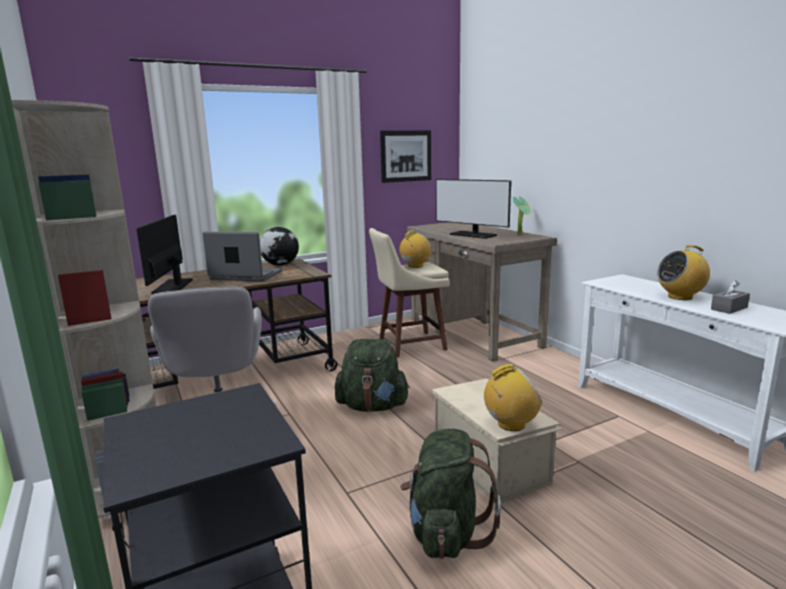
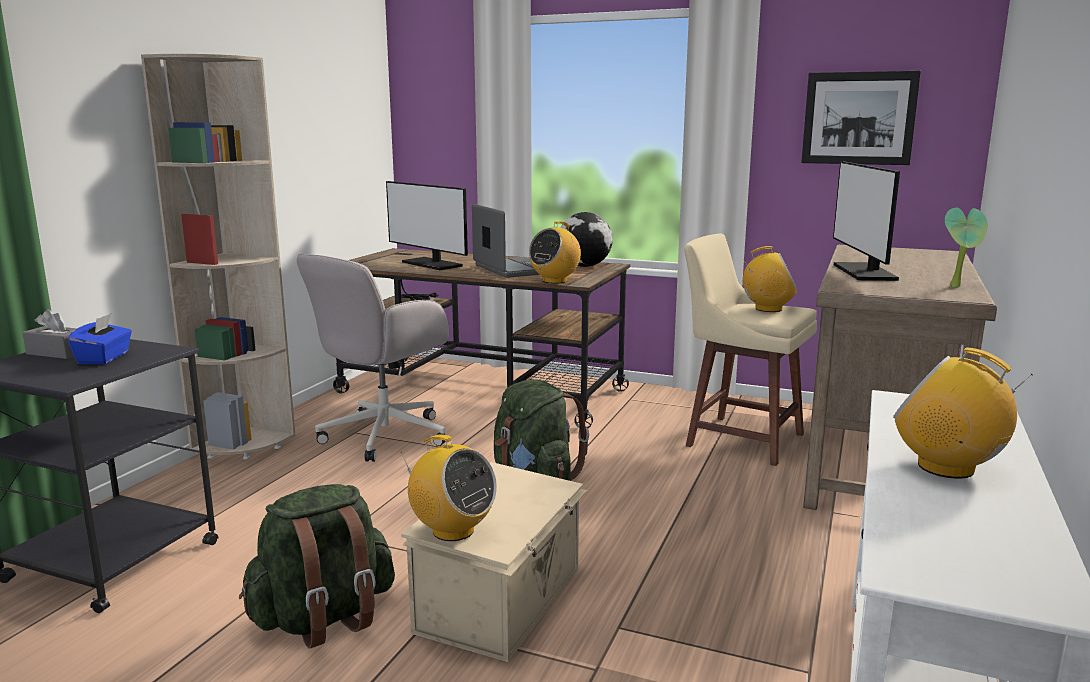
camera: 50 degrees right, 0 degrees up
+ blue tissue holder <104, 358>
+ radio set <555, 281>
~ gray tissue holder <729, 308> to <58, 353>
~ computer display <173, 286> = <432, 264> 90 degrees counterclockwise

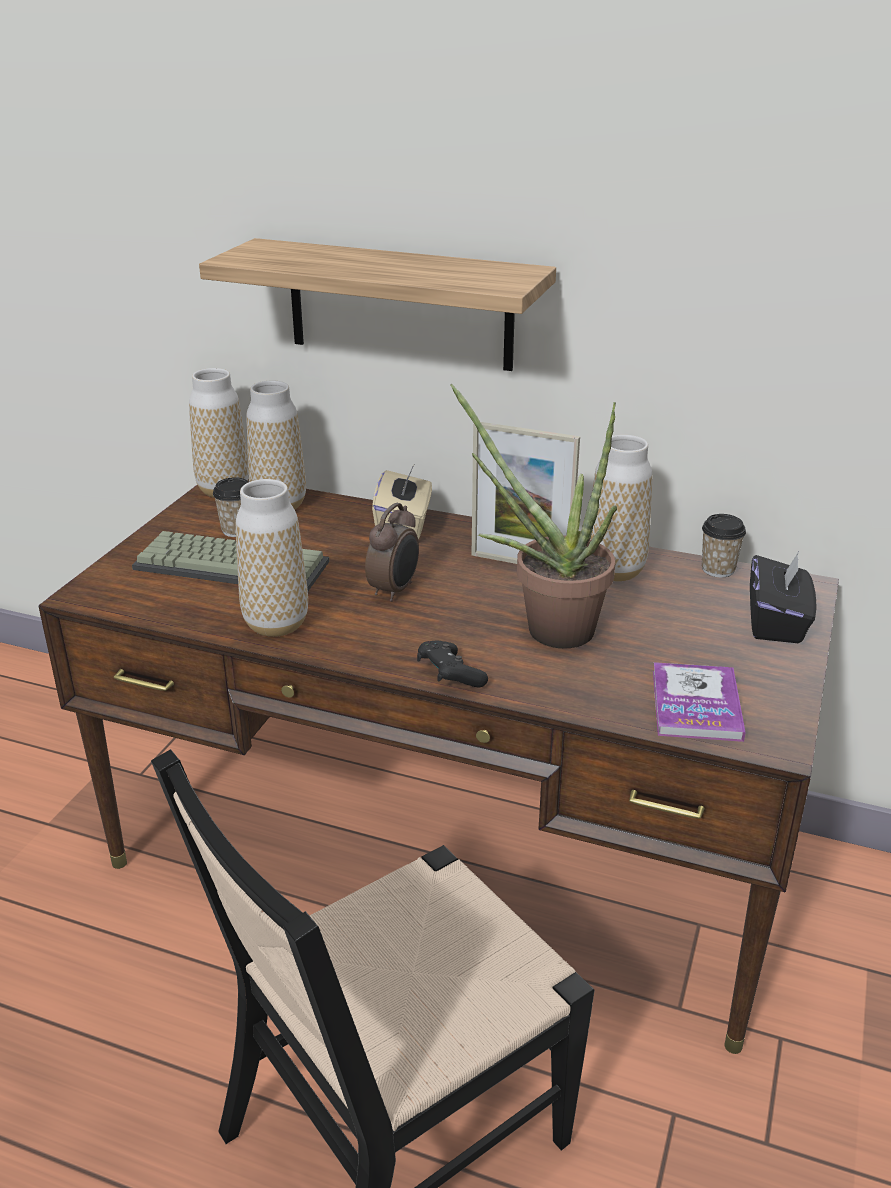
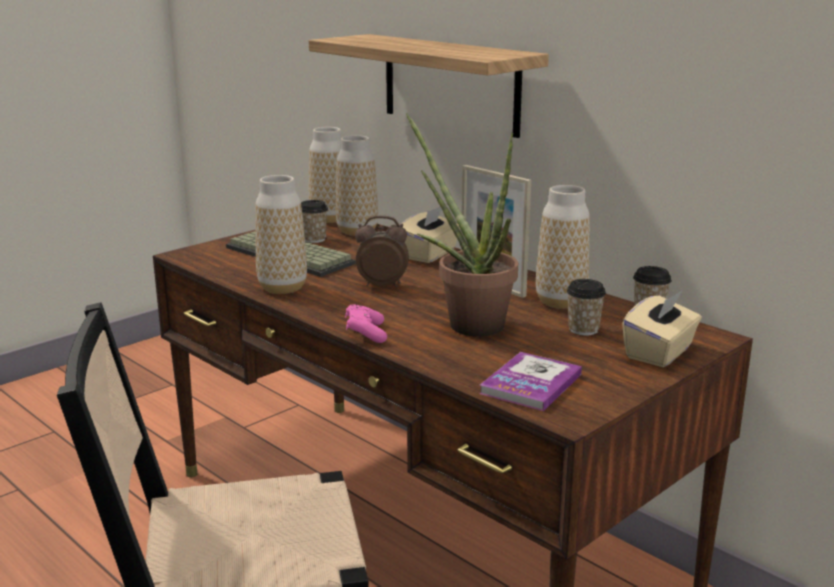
camera: 25 degrees right, 10 degrees down
+ small cup <583, 330>
~ black-coloured game controller <449, 676> to pink game controller <365, 334>
~ black-coloured tissue holder <776, 622> to beige tissue holder <660, 353>
~ table clock <395, 590> = <382, 285> 135 degrees counterclockwise

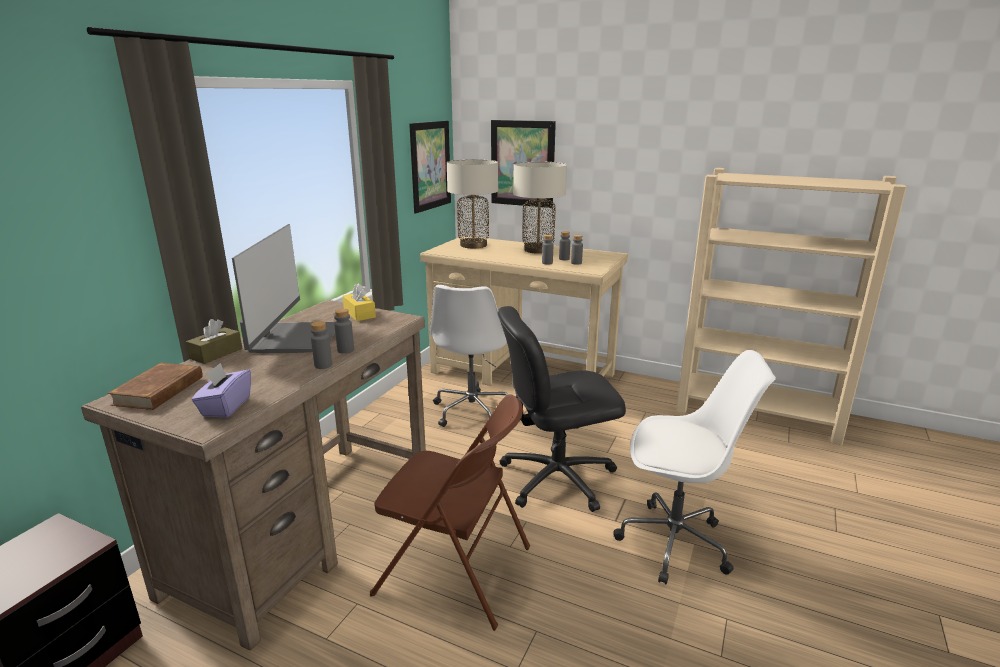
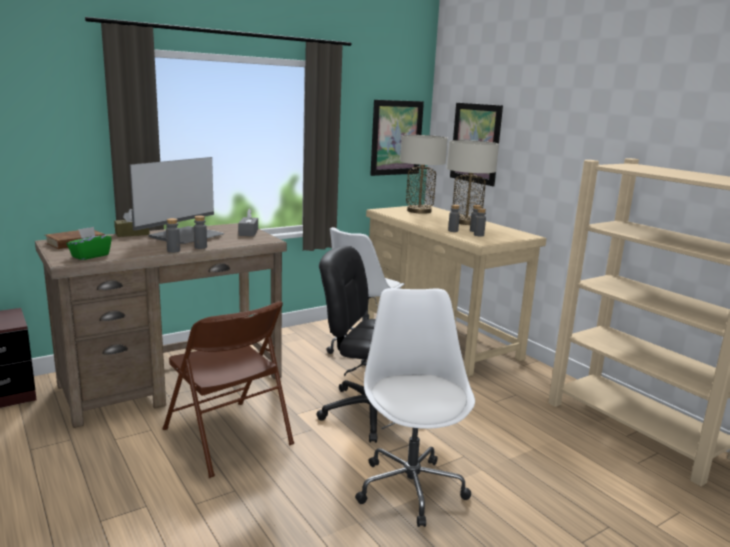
camera: 30 degrees right, 5 degrees down
~ purple tissue holder <225, 407> to green-coloured tissue holder <90, 256>
~ yellowish tissue holder <359, 314> to gray tissue holder <248, 232>
~ whitish desk chair <676, 543> = <410, 487> 135 degrees counterclockwise

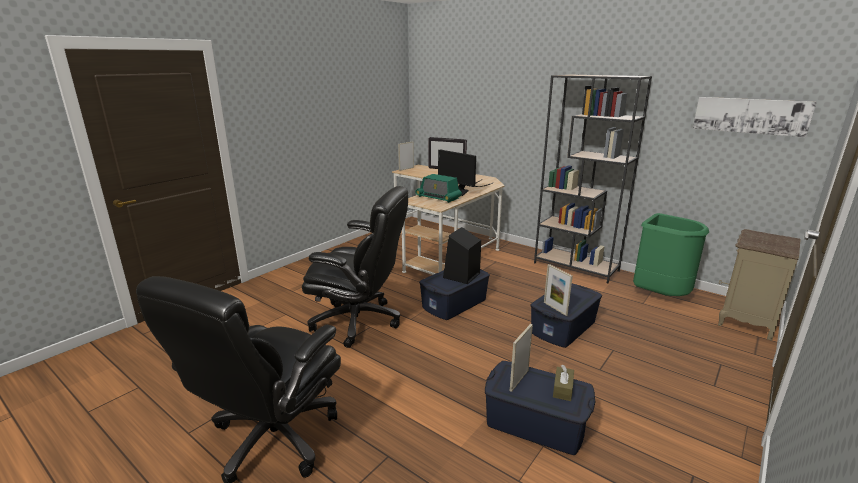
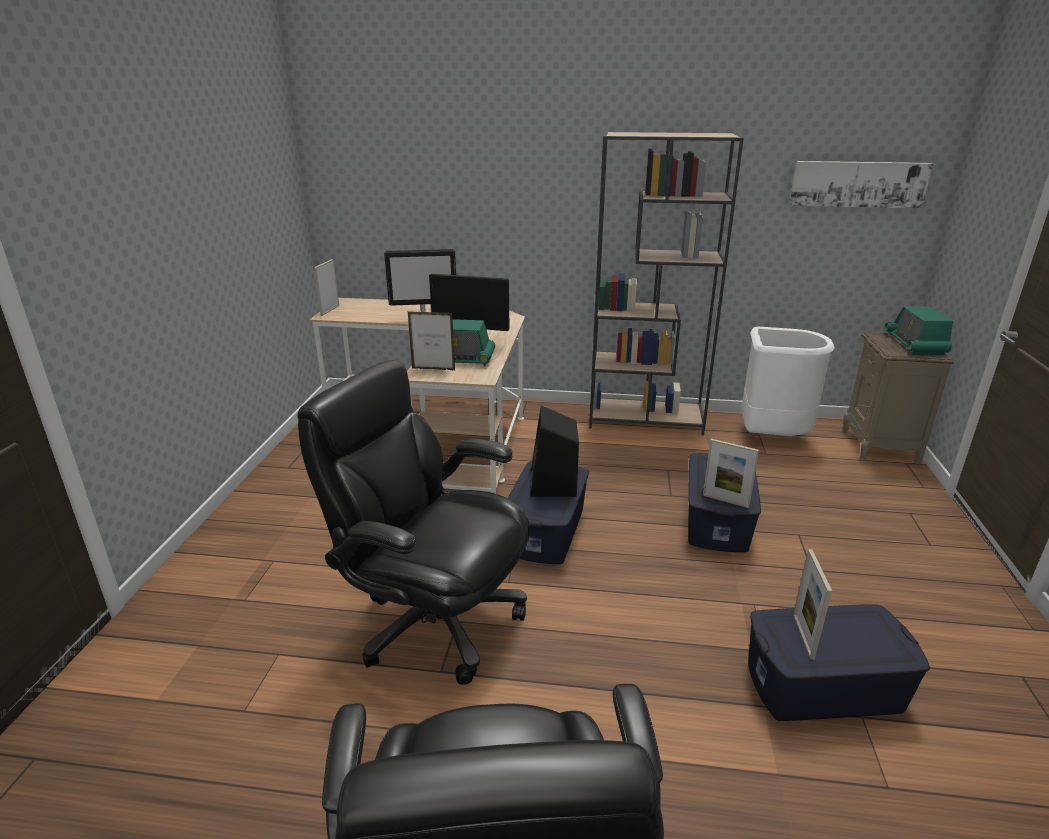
camera: 30 degrees left, 5 degrees up
- brown tissue holder <562, 389>
+ standing frame <433, 369>
+ radio set <915, 344>
~ green-coloured rubbish bin <659, 295> to whitish rubbish bin <771, 436>
~ black-coloured desk chair <360, 323> = <434, 620> 135 degrees counterclockwise

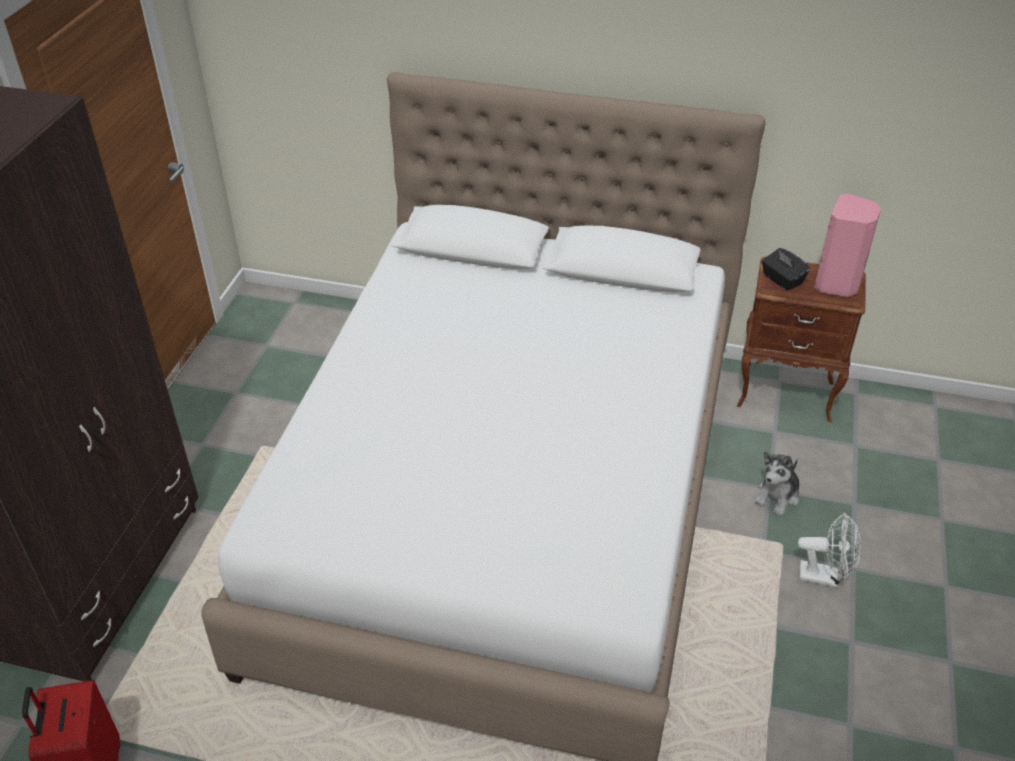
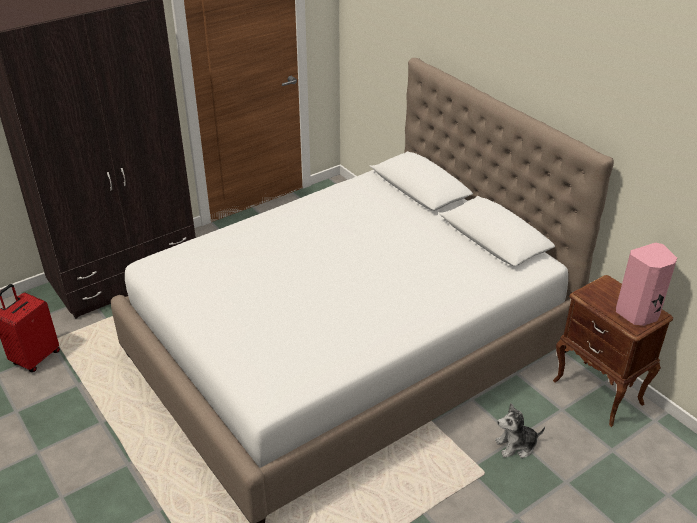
camera: 40 degrees right, 5 degrees down
- black-coloured tissue holder <782, 280>
- whitish electric fan <825, 576>

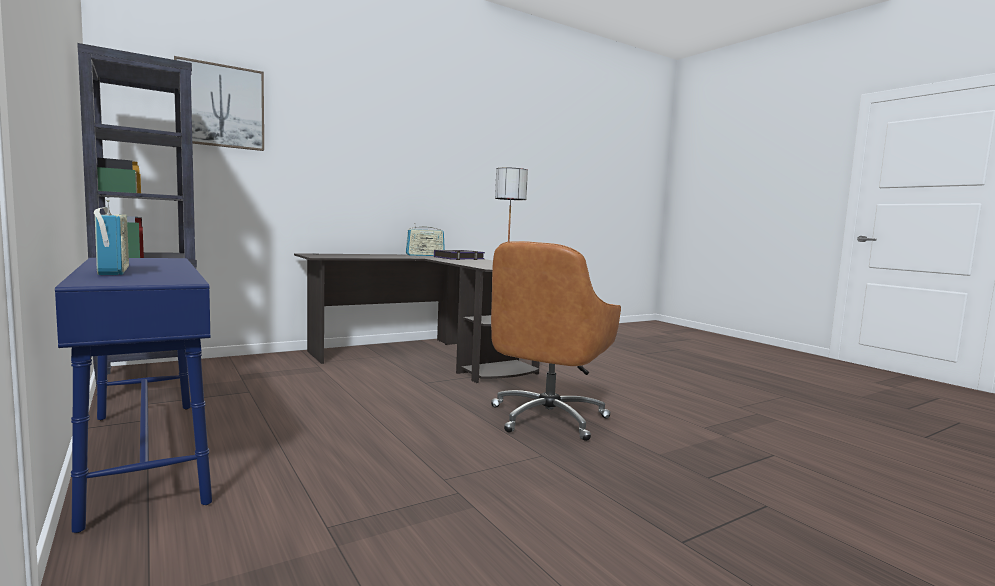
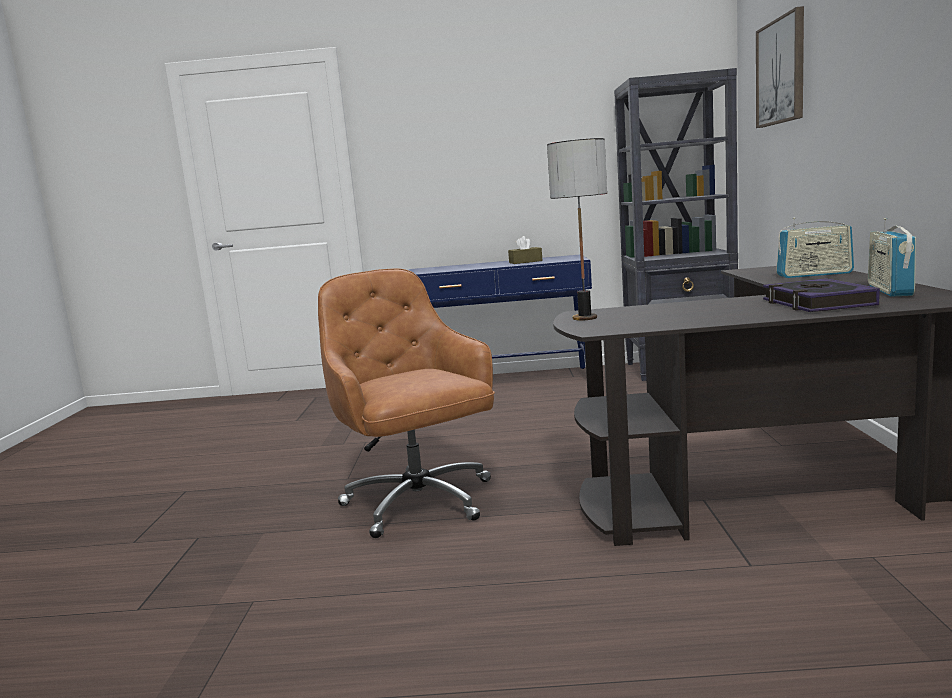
camera: 125 degrees right, 5 degrees up
+ brown tissue holder <525, 262>
~ radio set <113, 271> to <814, 274>

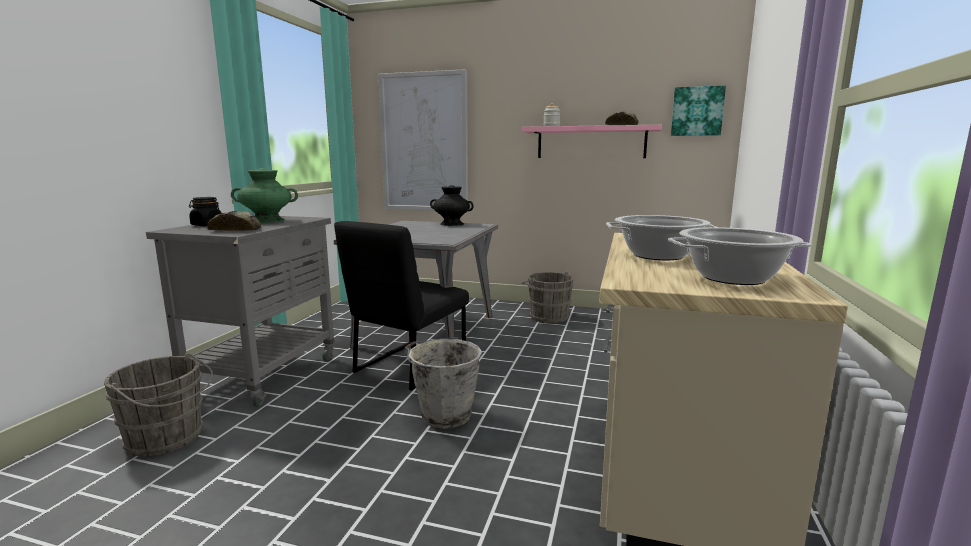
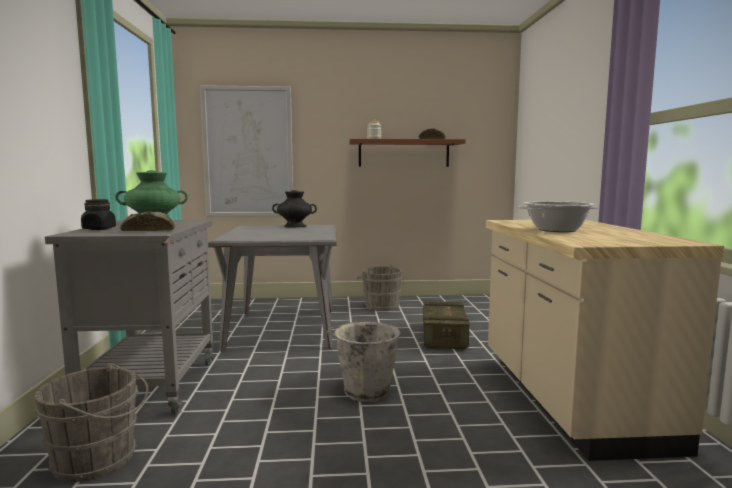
camera: 20 degrees left, 5 degrees down
- black-coloured plain chair <408, 365>
- stockpot <733, 278>
- wall picture <697, 111>
+ shipping crate <444, 336>
~ pink wall shelf <591, 142> to brown wall shelf <404, 153>

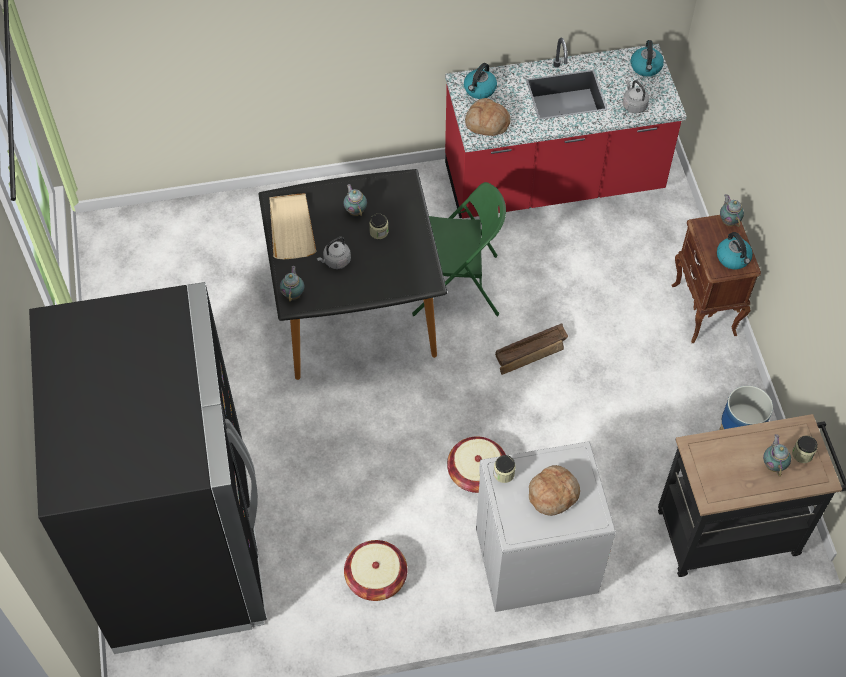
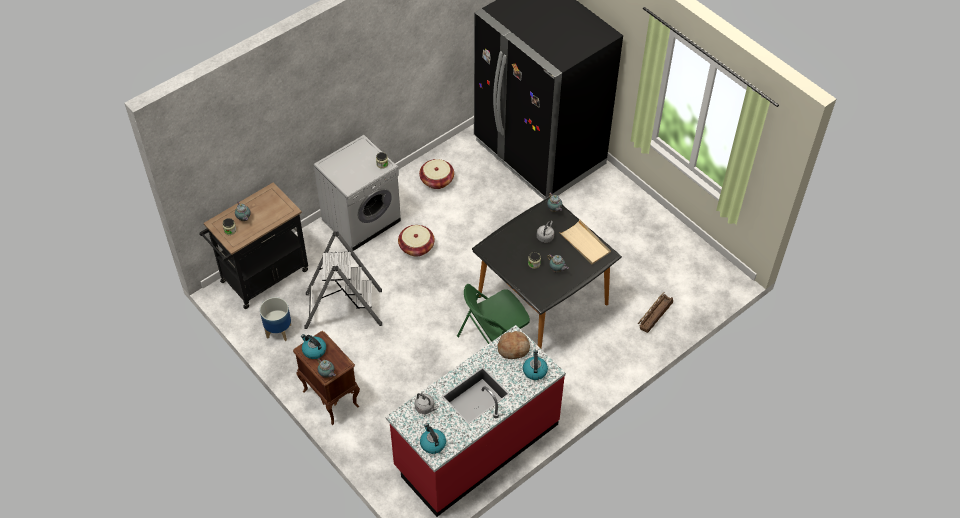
camera: 150 degrees right, 5 degrees down
- bread <553, 493>
+ gray stepladder <342, 308>
~ shipping crate <531, 352> to <654, 315>

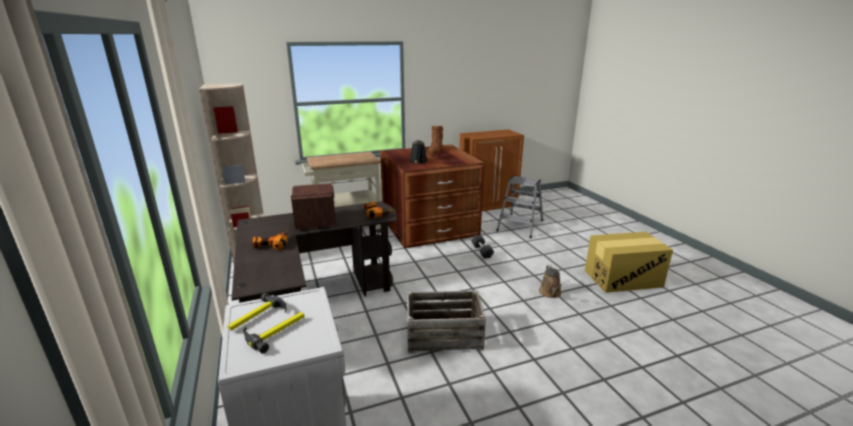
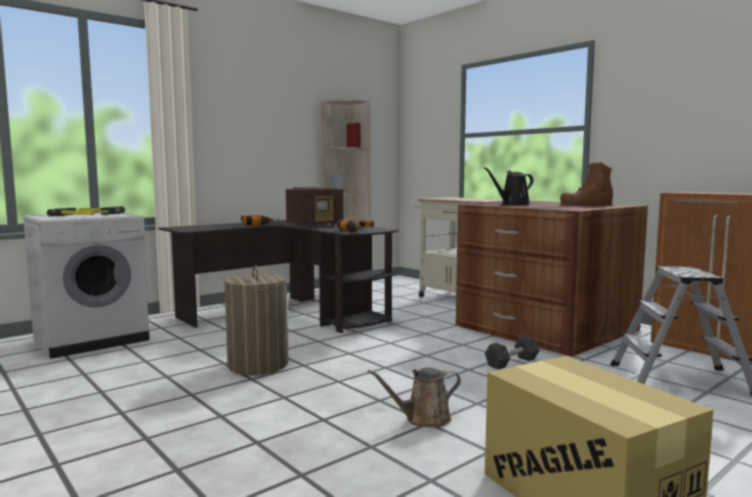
camera: 70 degrees right, 15 degrees down
~ shipping crate <443, 335> to hamper <258, 365>

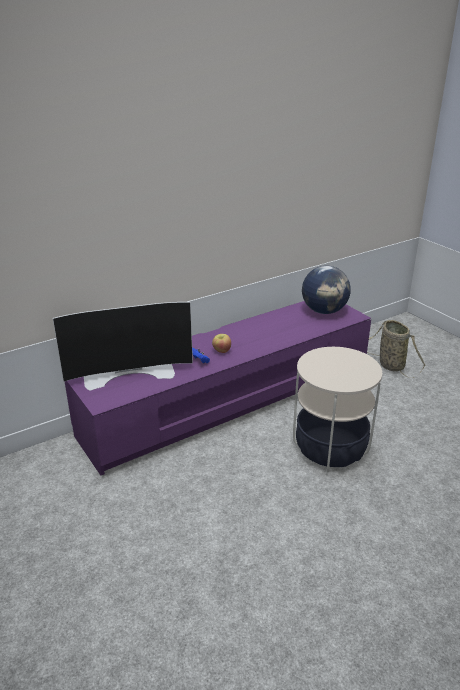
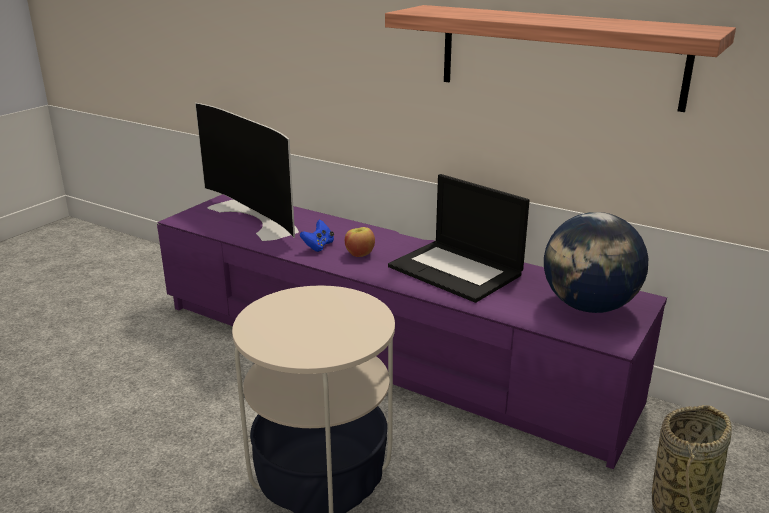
camera: 65 degrees right, 5 degrees down
+ wall shelf <559, 56>
+ notebook computer <457, 270>

